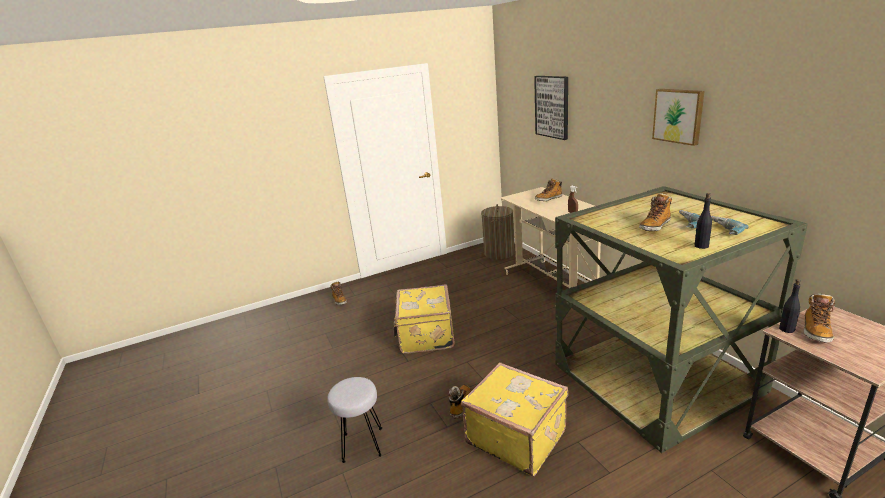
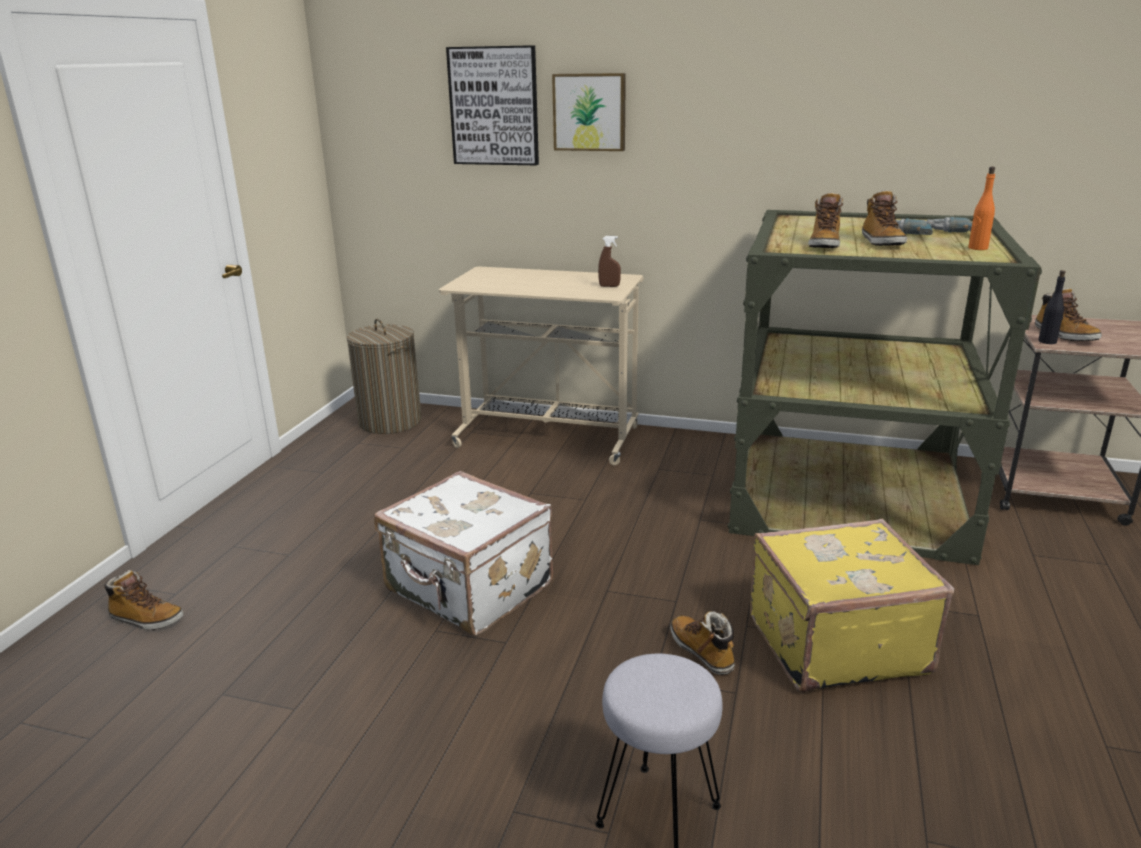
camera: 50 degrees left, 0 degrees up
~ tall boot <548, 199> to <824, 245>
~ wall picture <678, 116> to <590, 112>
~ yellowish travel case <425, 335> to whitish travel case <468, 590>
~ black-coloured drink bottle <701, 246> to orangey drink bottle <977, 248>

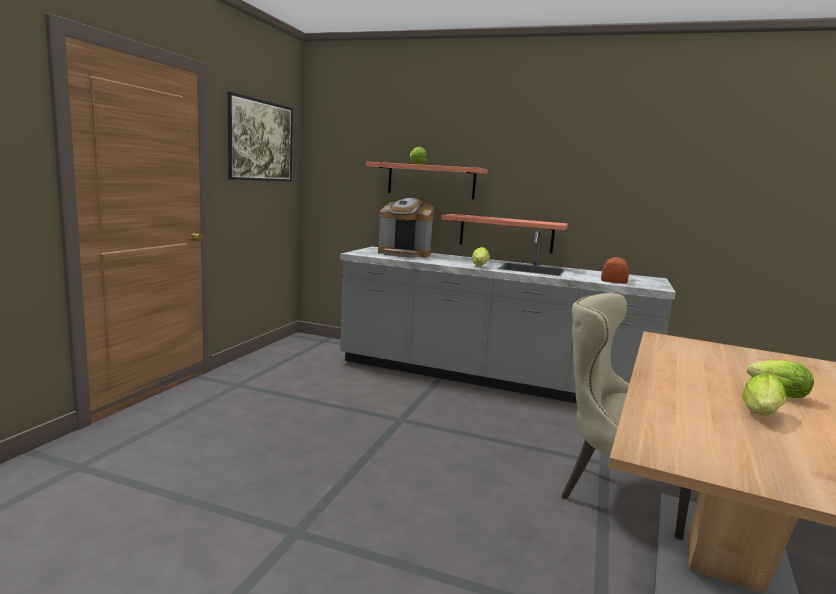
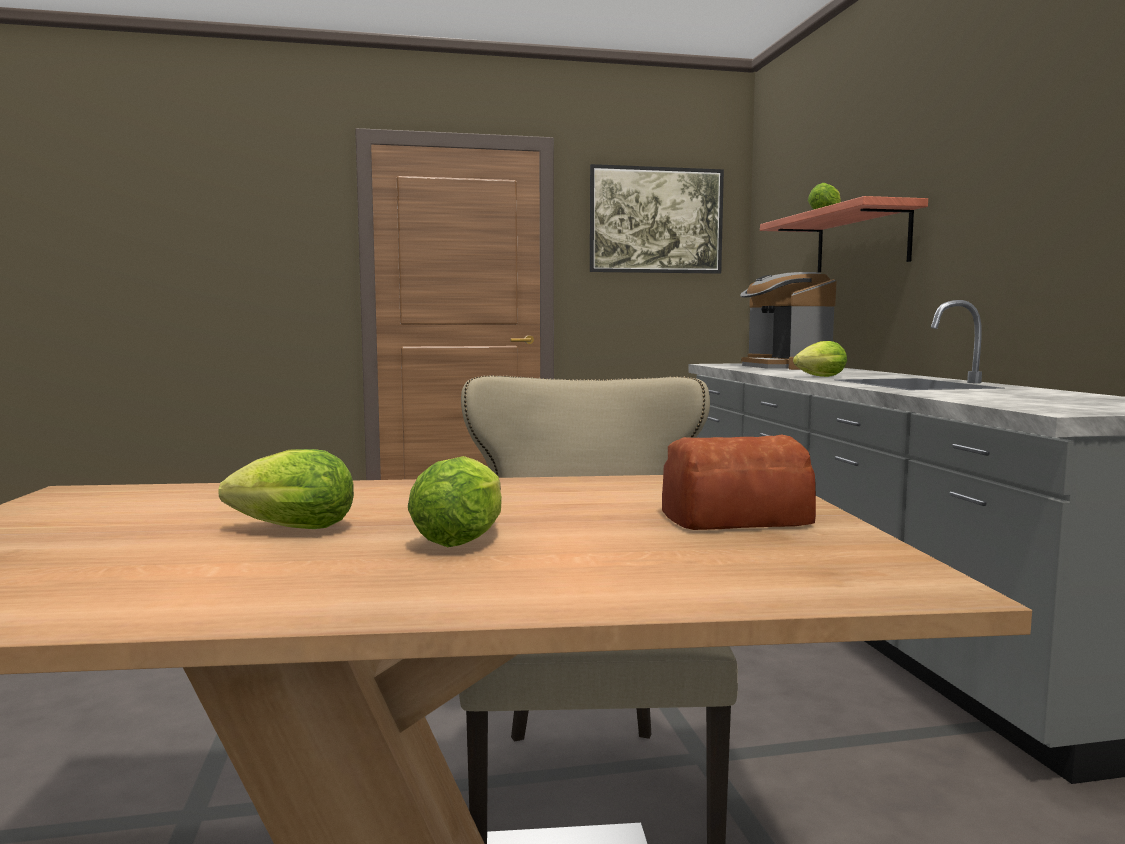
camera: 60 degrees right, 5 degrees down
- wall shelf <506, 233>
~ bread <613, 280> to <732, 518>

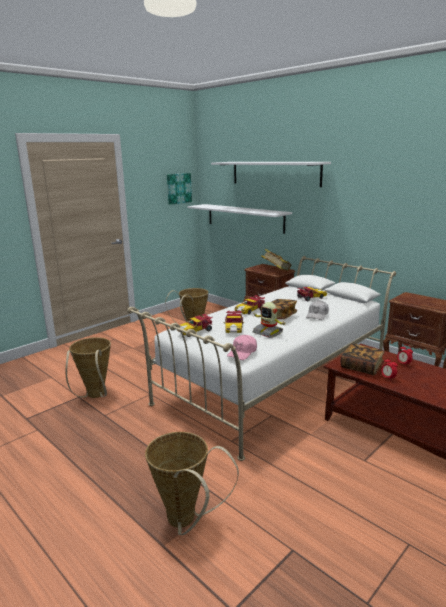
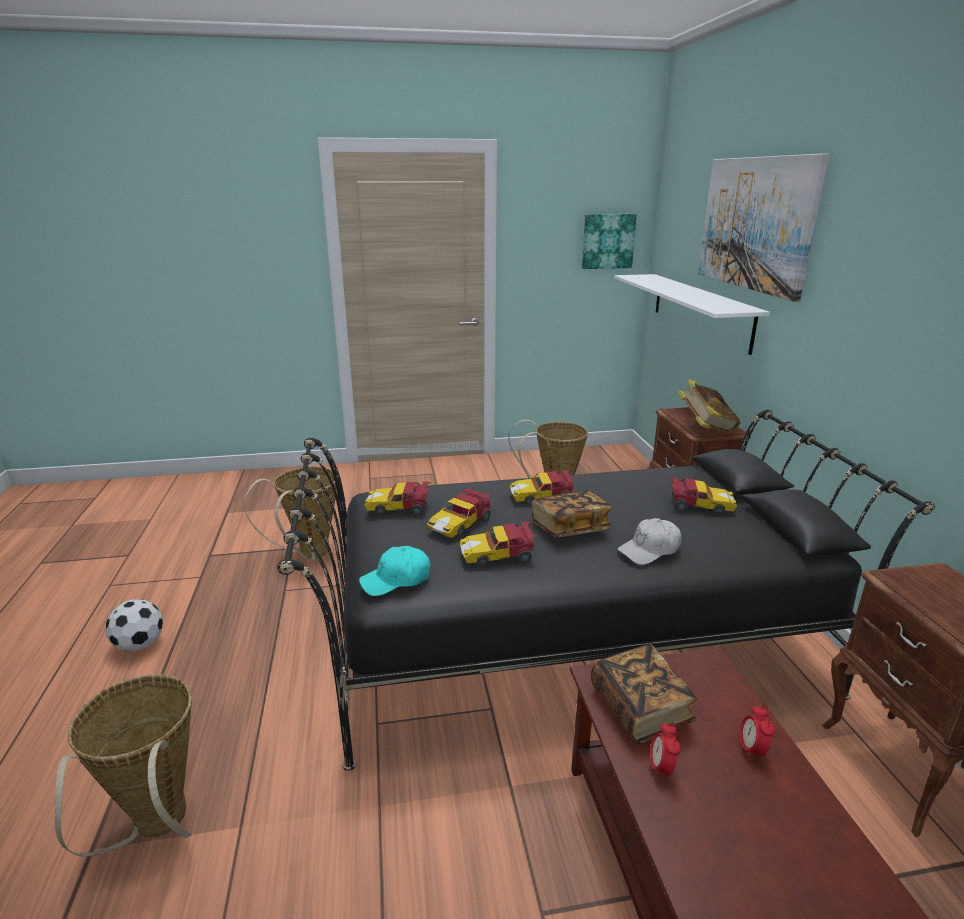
camera: 35 degrees right, 5 degrees up
+ football <140, 644>
~ whitish wall shelf <275, 173> to wall picture <756, 223>
~ toy robot <268, 332> to miniature car <499, 555>
~ whitish bed <274, 381> to black-coloured bed <572, 643>
~ pink peaked cap <242, 352> to blue-green peaked cap <396, 580>

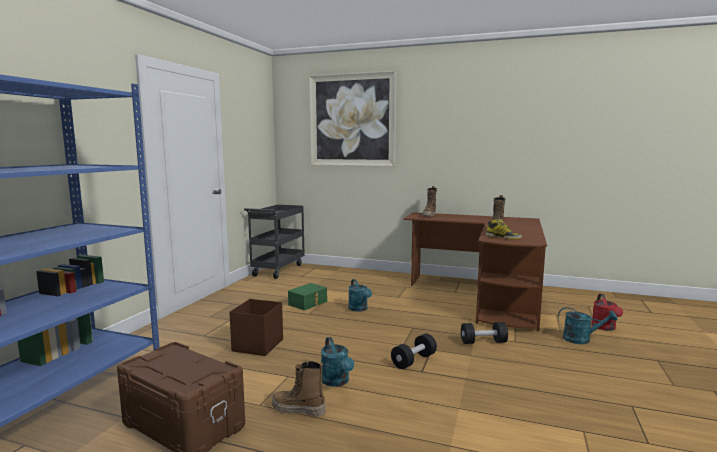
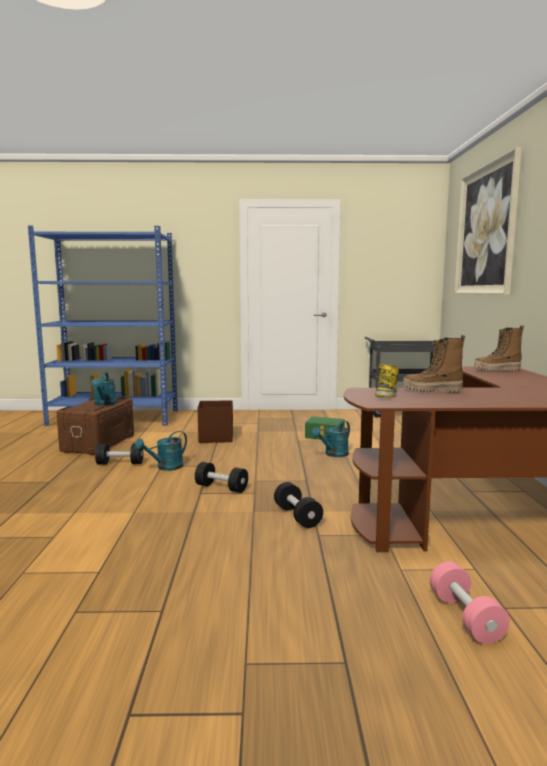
camera: 70 degrees right, 0 degrees up
~ blue-green watering pot <581, 339> to <104, 404>
~ tall boot <298, 410> to black-coloured hand weight <120, 463>
~ reddish watering pot <605, 328> to pink hand weight <465, 617>

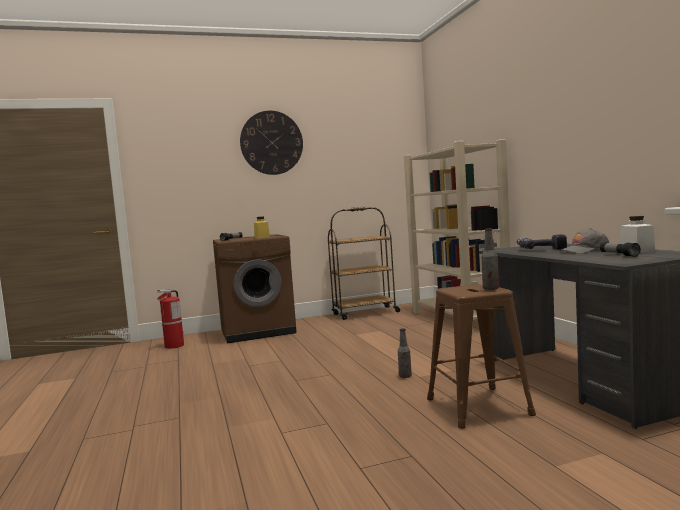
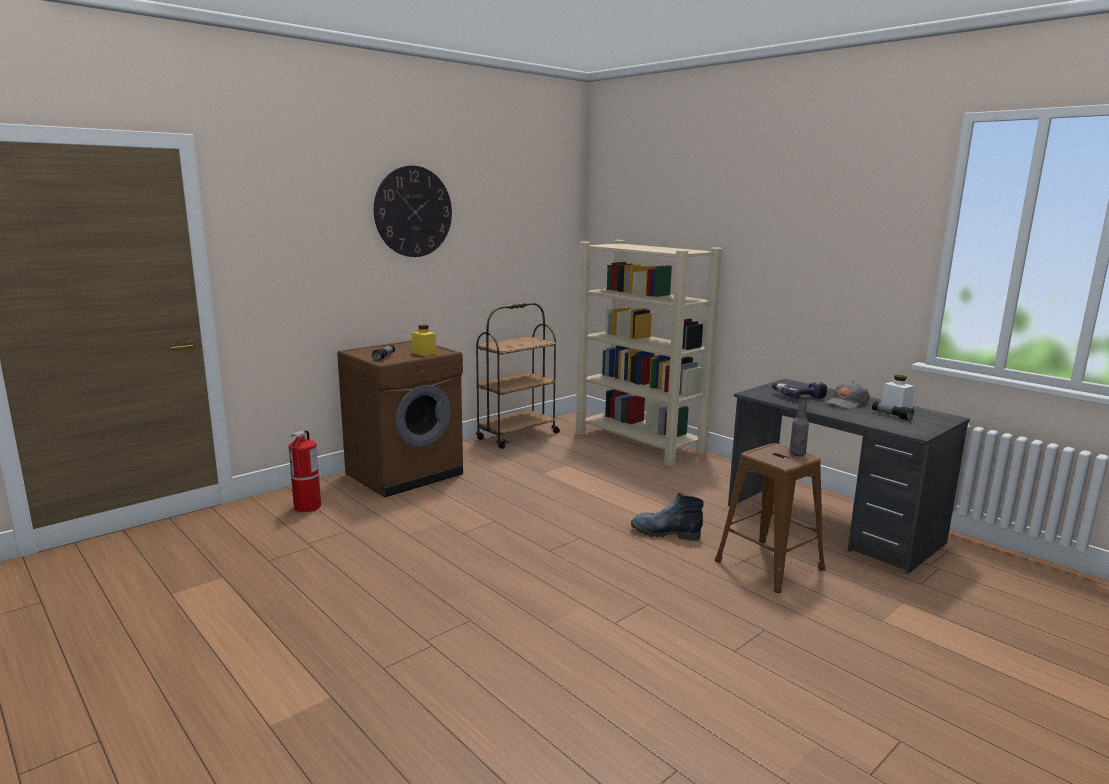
camera: 25 degrees left, 10 degrees up
~ drink bottle <405, 376> to tall boot <664, 533>

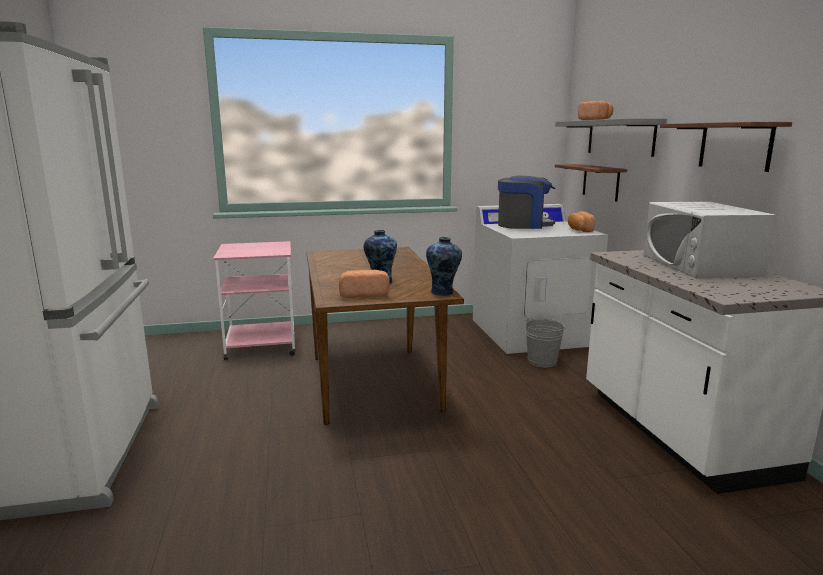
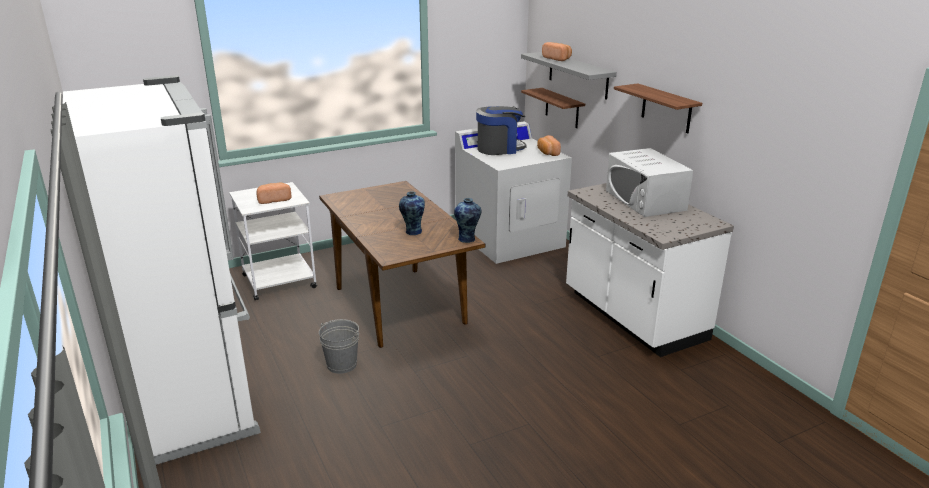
camera: 15 degrees left, 10 degrees up
~ bread <364, 294> to <274, 200>
~ gray pail <542, 361> to <342, 364>
~ pink trolley <263, 345> to whitish trolley <280, 281>

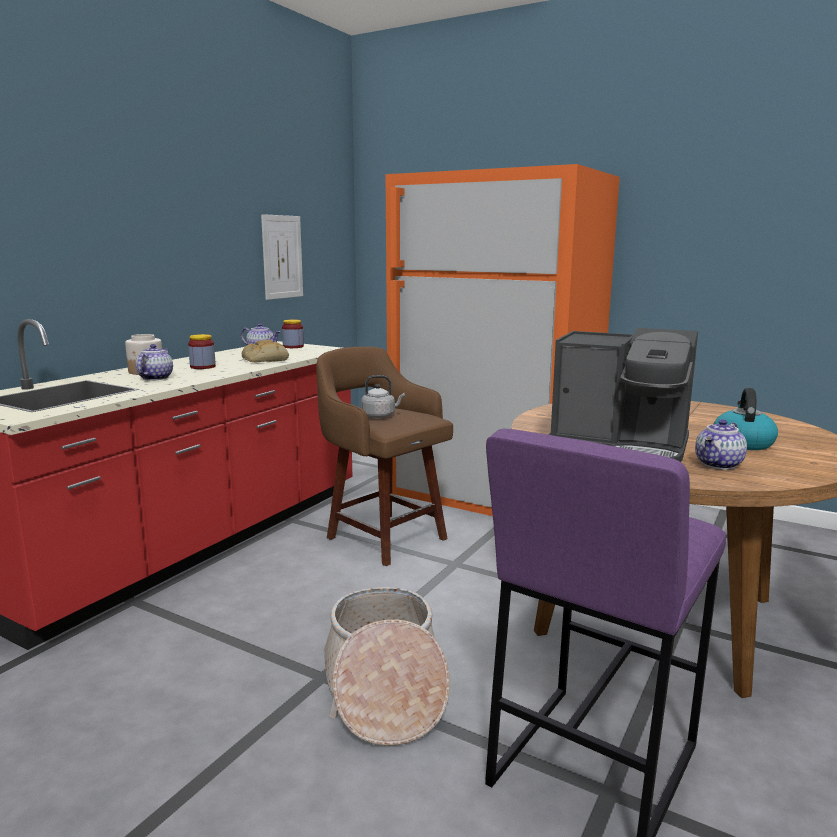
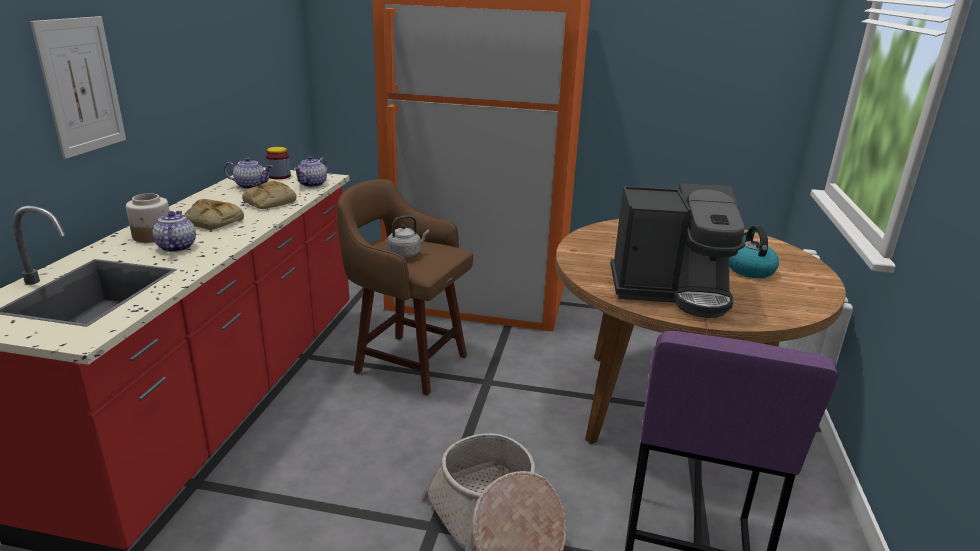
camera: 20 degrees left, 10 degrees up
~ wall picture <282, 257> to <81, 86>
~ pot for tea <719, 465> to <313, 184>
~ storage jar <202, 367> to bread <212, 221>

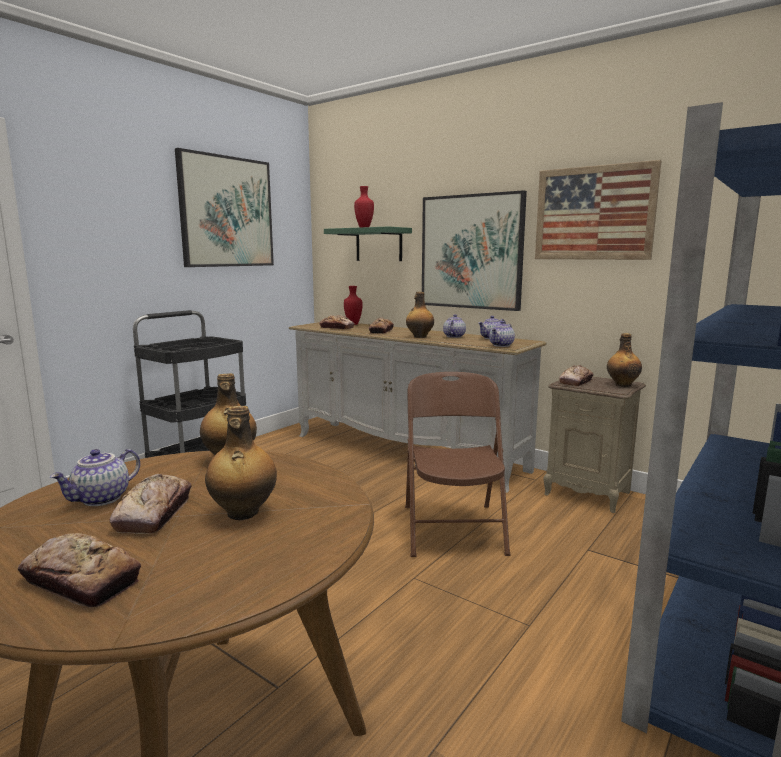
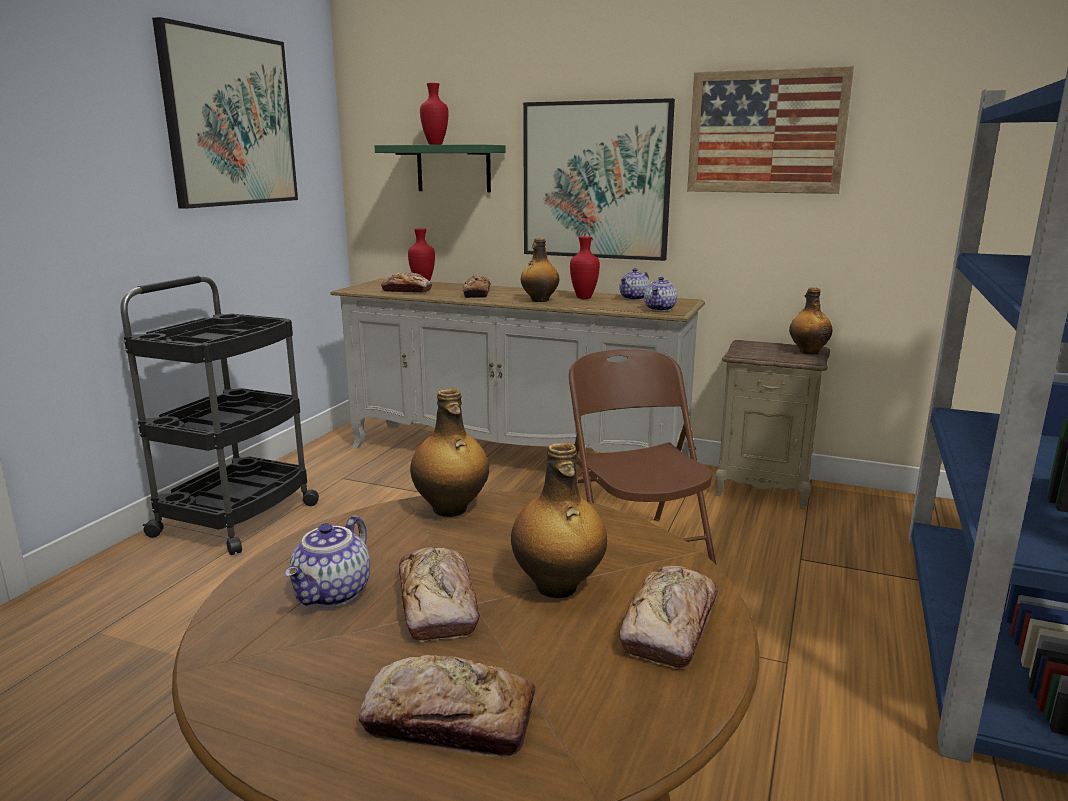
camera: 15 degrees left, 5 degrees up
~ bread <576, 382> to <670, 627>
~ pot for tea <453, 336> to reddish flower vase <583, 298>

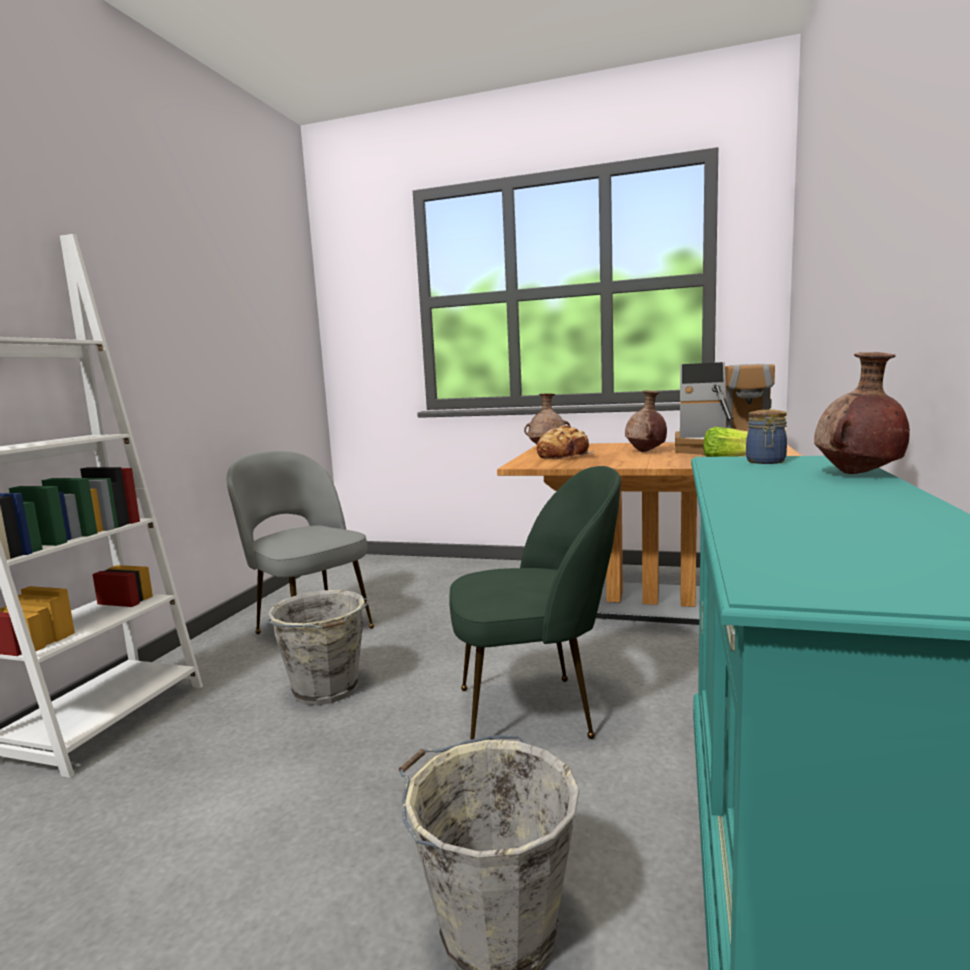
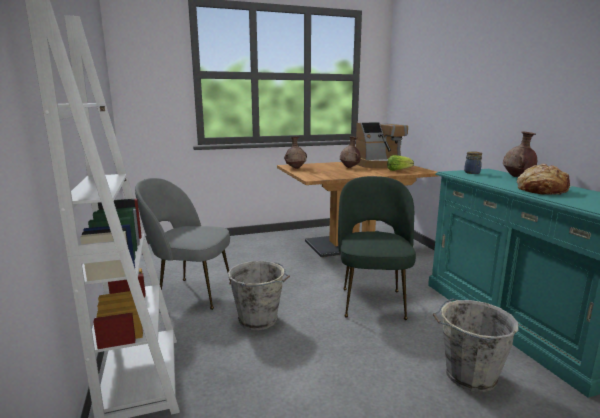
camera: 35 degrees left, 5 degrees up
~ bread <563, 455> to <541, 190>
~ green-coloured plain chair <537, 711> = <372, 300> 45 degrees counterclockwise

